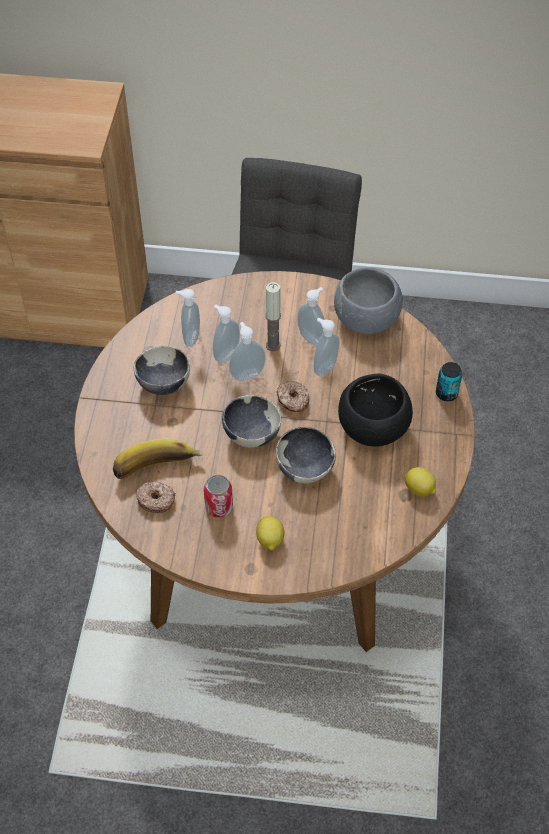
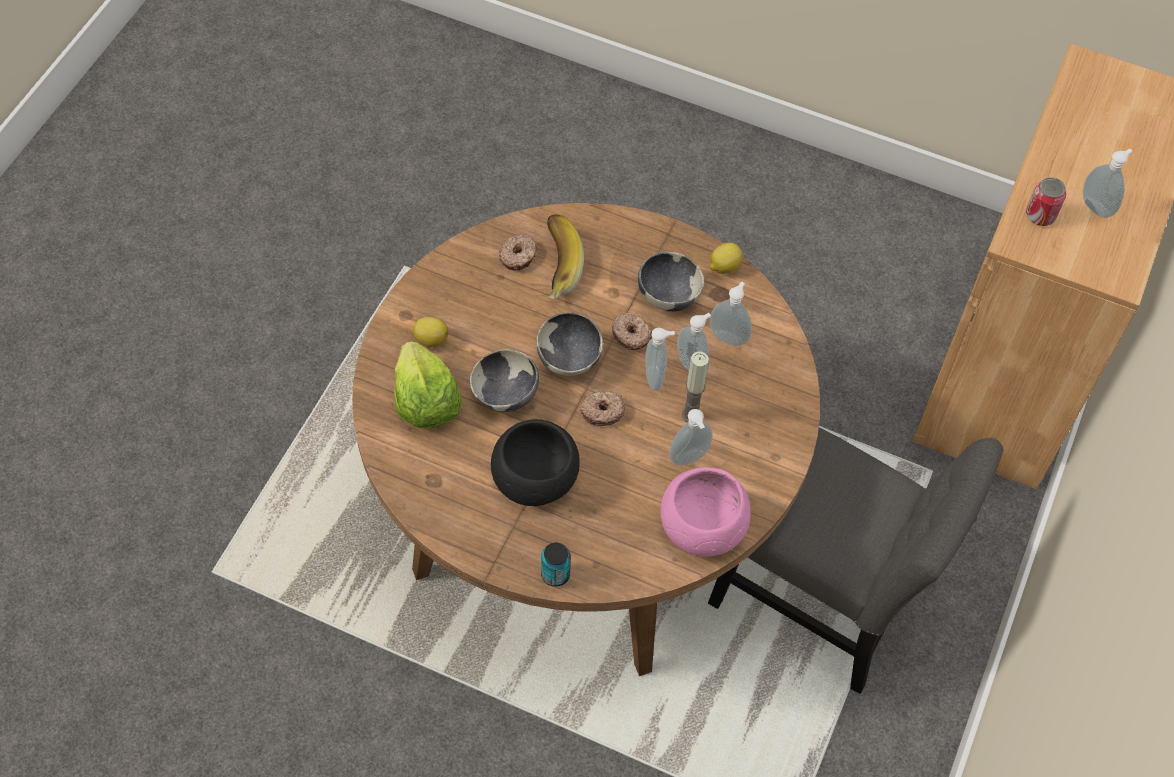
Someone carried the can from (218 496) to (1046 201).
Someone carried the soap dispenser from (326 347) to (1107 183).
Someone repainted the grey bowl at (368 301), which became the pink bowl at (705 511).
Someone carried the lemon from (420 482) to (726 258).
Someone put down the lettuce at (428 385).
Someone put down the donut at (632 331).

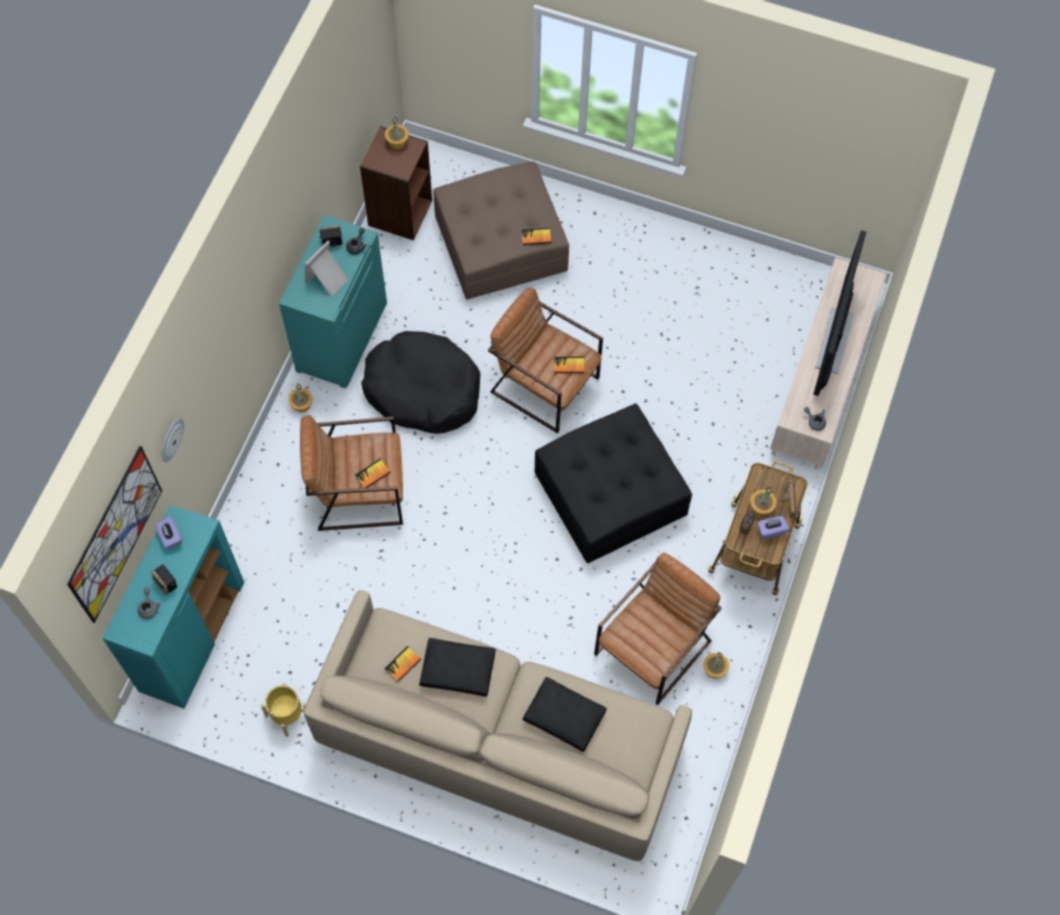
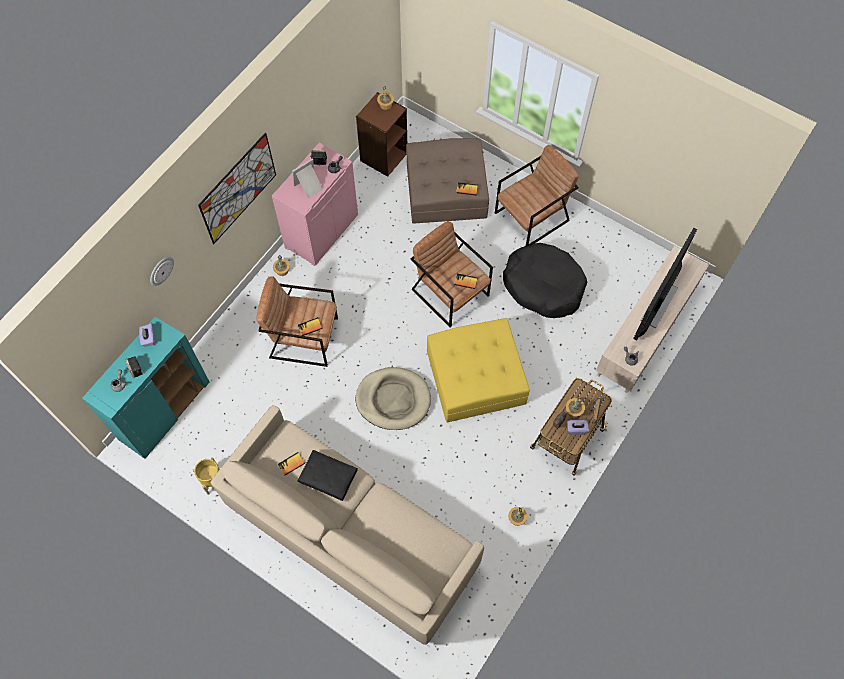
Someone carried the picture from (114 534) to (237 188).
Someone repainted the turquoise cabinet at (333 301), which became the pink cabinet at (315 204).
Someone carried the black dog bed from (421 382) to (545 280).
Someone took away the black pillow at (565 714).
Someone repainted the black ottoman at (613 483), which became the yellow ottoman at (478 370).
Someone carried the brown armchair from (658 629) to (537 196).
Someone put down the beige dog bed at (393 398).

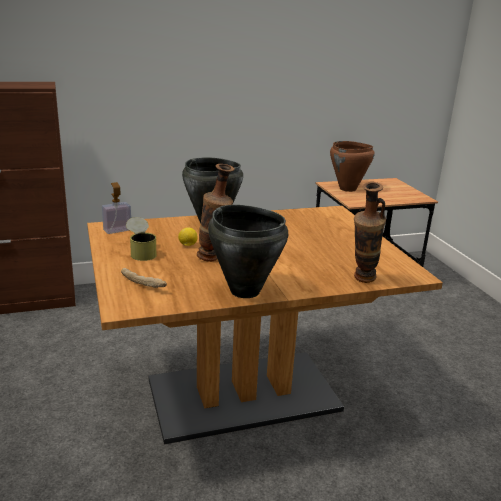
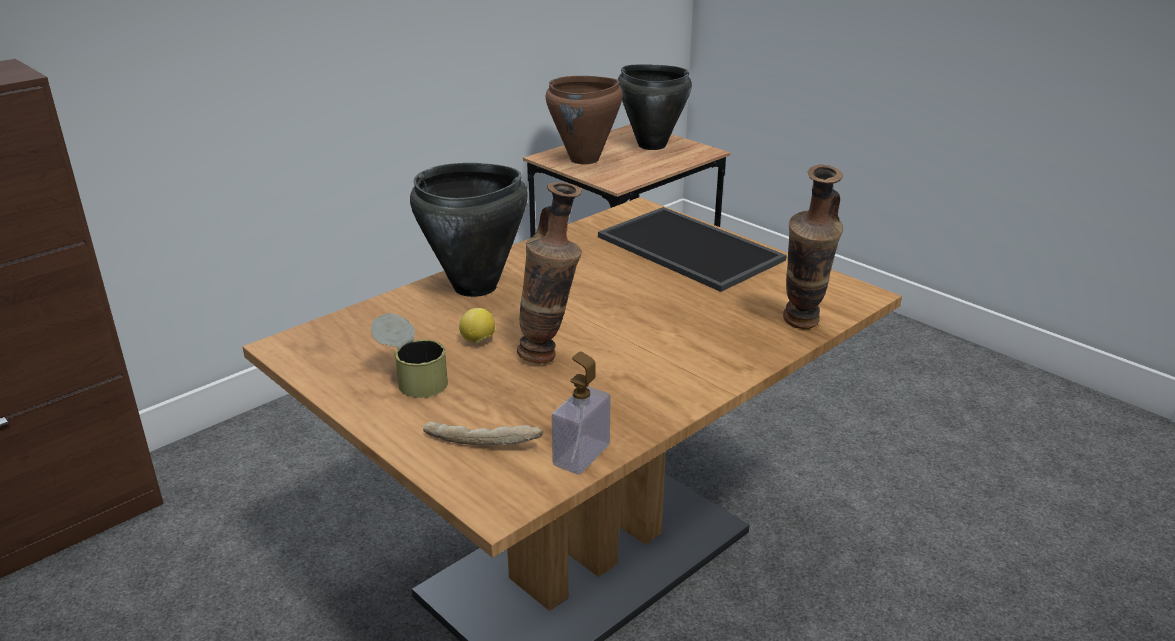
Someone carried the soap dispenser from (116 208) to (581 413).
Someone carried the black cooking pot from (248 251) to (655 107).
Someone put down the tray at (692 249).

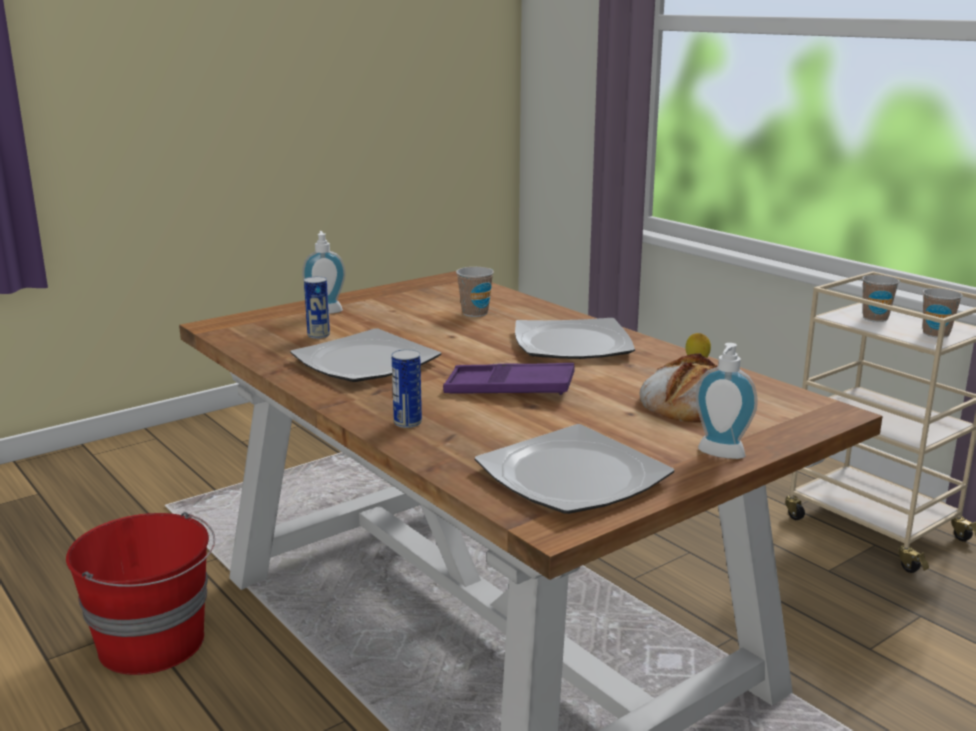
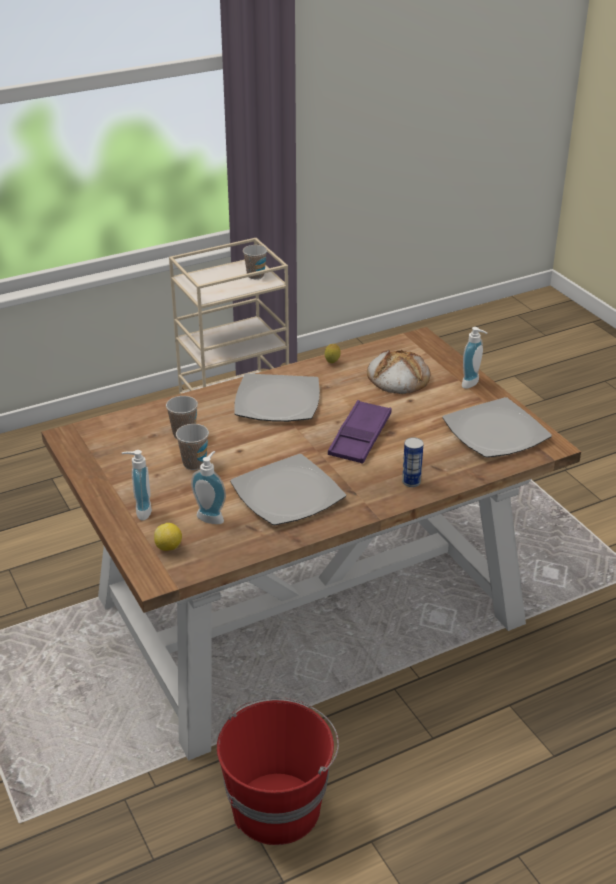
Someone swapped the can at (317 307) for the soap dispenser at (208 487).
Someone carried the cup from (881 298) to (192 447).
Someone put down the lemon at (168 537).

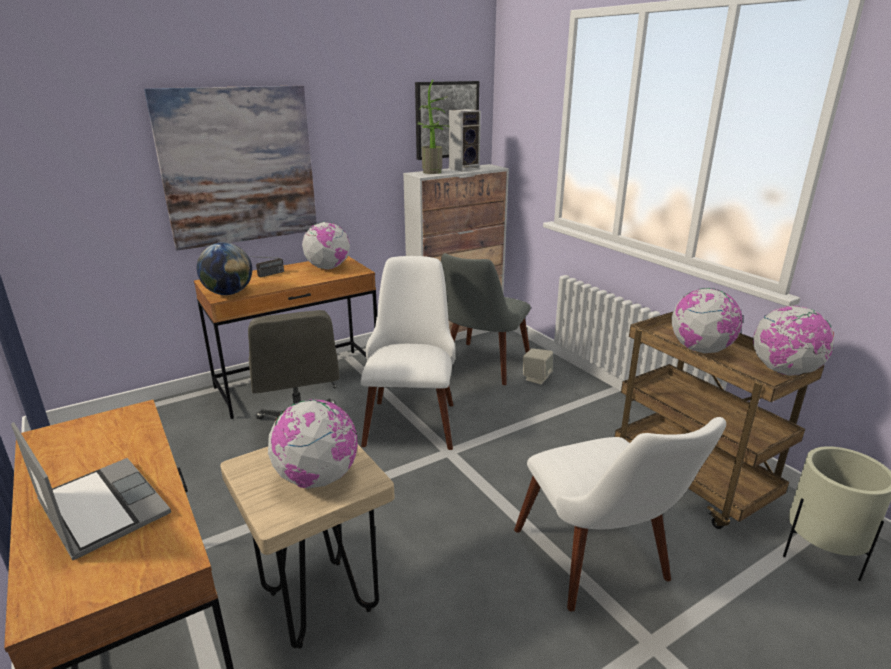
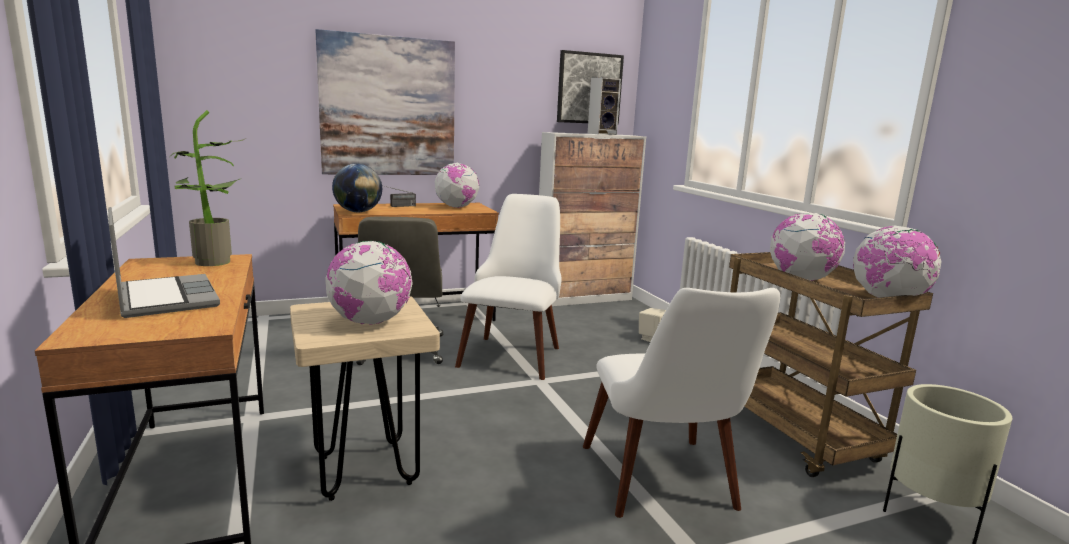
Someone carried the potted plant from (433 126) to (209 188).
Someone took away the grey chair at (486 319).

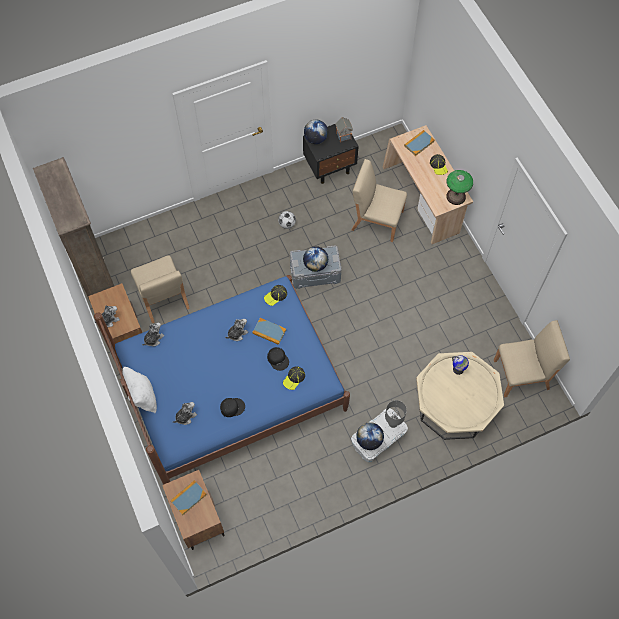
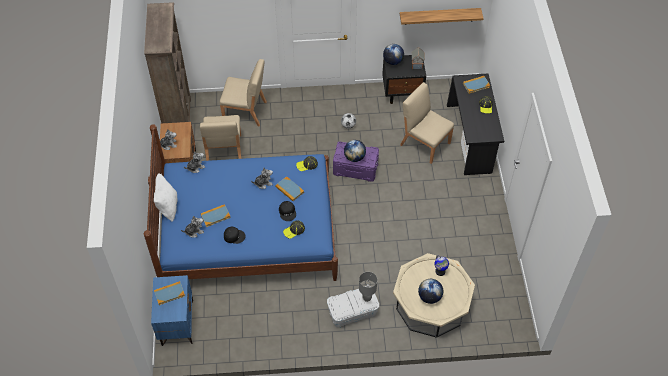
Someone repainted the brown nightstand at (193 510), which became the blue nightstand at (172 310).
Someone repainted the grey storage box at (315 267), which became the purple storage box at (356 162).
Someone carried the globe from (370 436) to (430 291).
Someone repainted the beige desk at (427 184), which became the black desk at (475 124).
Someone took away the table lamp at (459 187).
Someone carried the beige chair from (532 359) to (243 93).
Someone put down the book at (216 215).
Someone put up the shelf at (442 16).

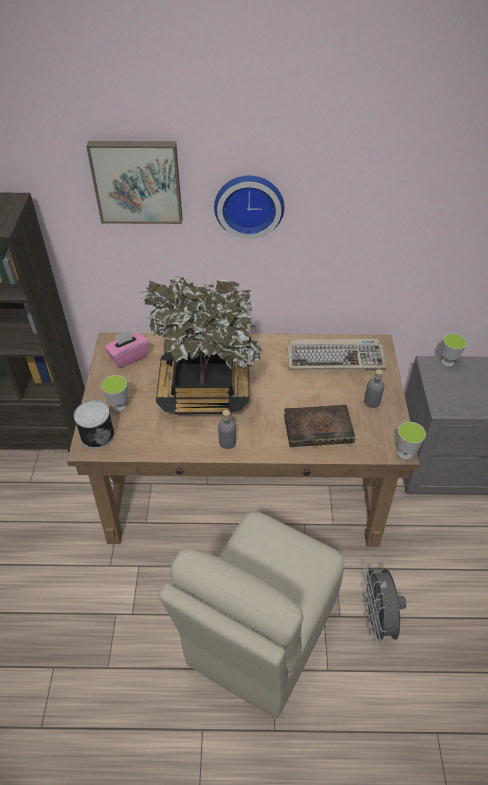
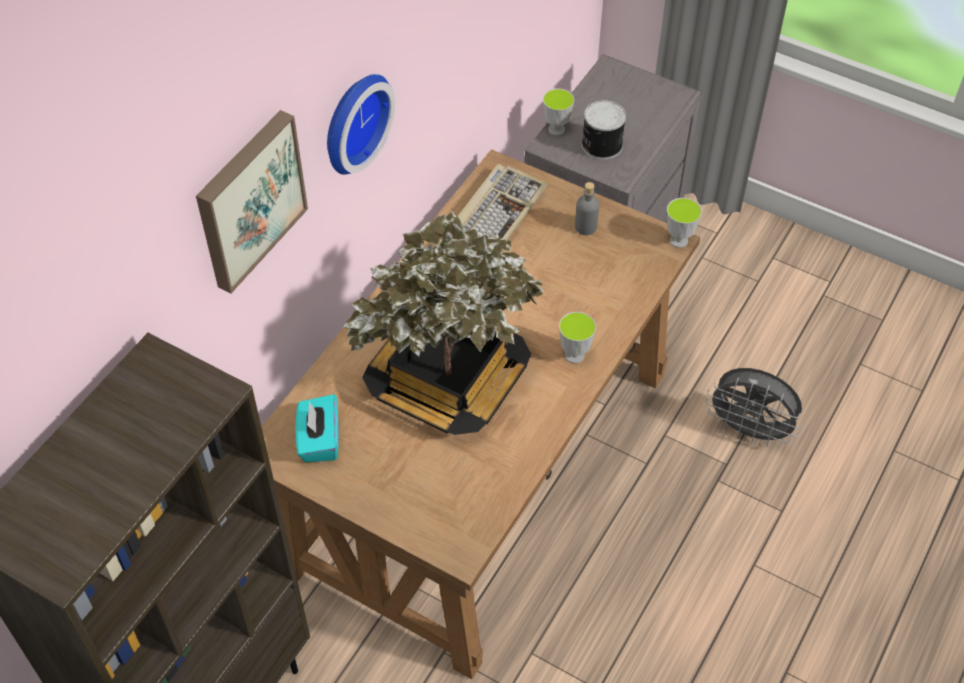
Someone carried the can from (94 424) to (604 130).
Someone carried the cup from (114 393) to (577 337).
Someone repainted the pink tissue box at (126 348), which became the turquoise tissue box at (317 428).
Someone took away the beige chair at (251 615).
Someone took away the grey bottle at (227 429).
Someone took away the book at (319 426).

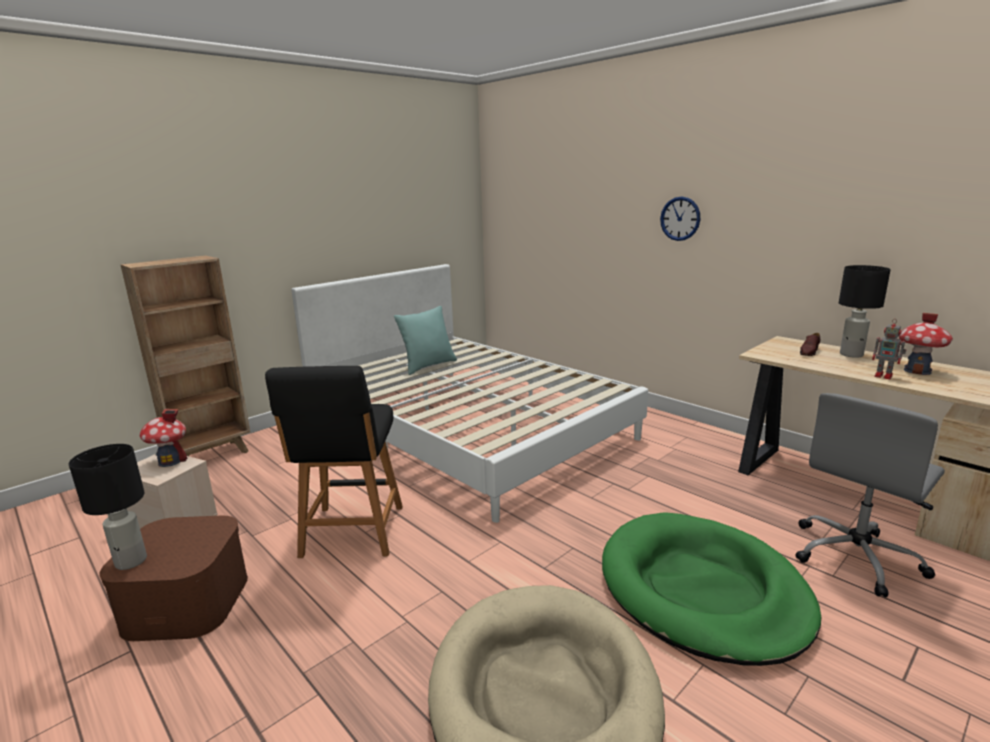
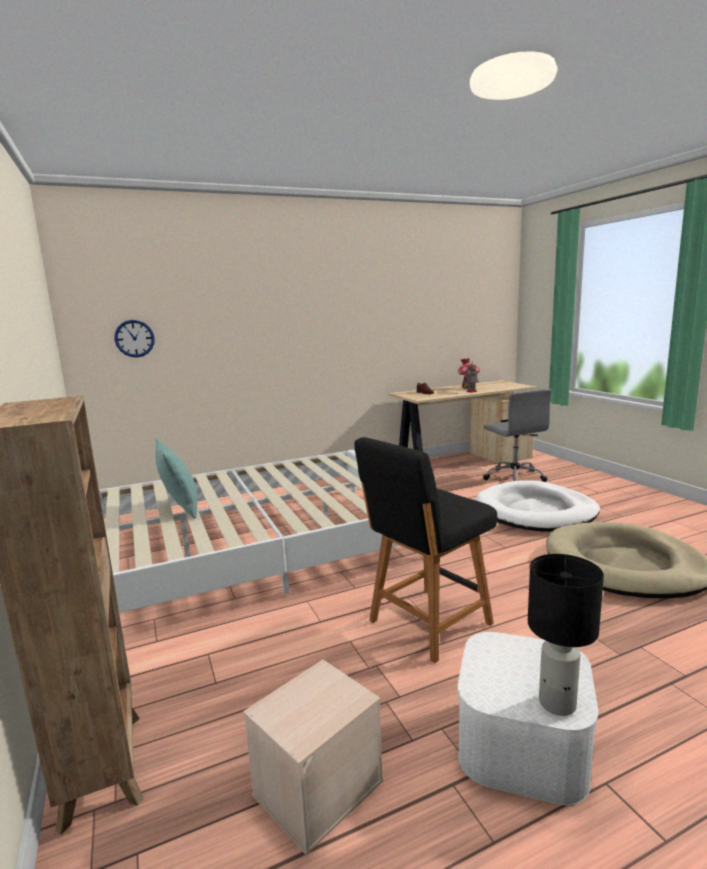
Someone repainted the brown storage box at (173 578), which became the white storage box at (528 718).
Someone took away the toy house at (163 438).
Someone rotated the black chair at (334 462) by 120 degrees clockwise.
Someone repainted the green dog bed at (711 589), which became the white dog bed at (538 505).
Someone carried the wall clock from (680 219) to (135 338).
Someone took away the black table lamp at (865 311).

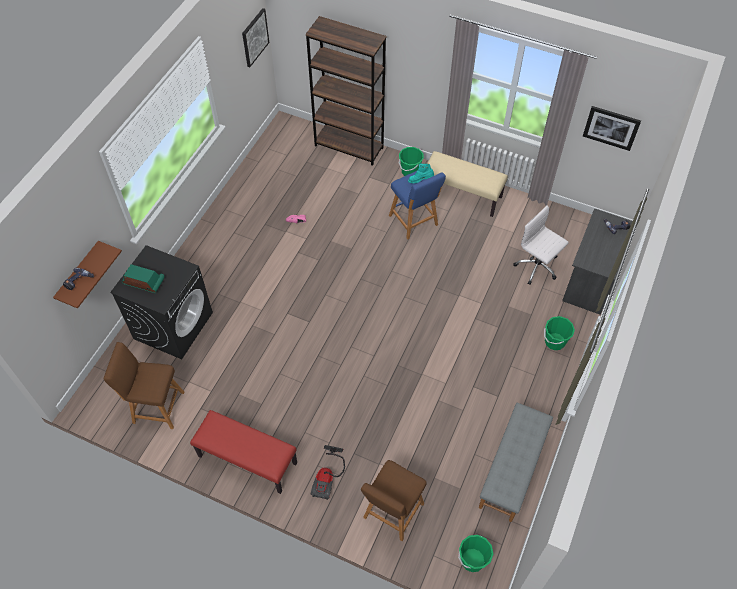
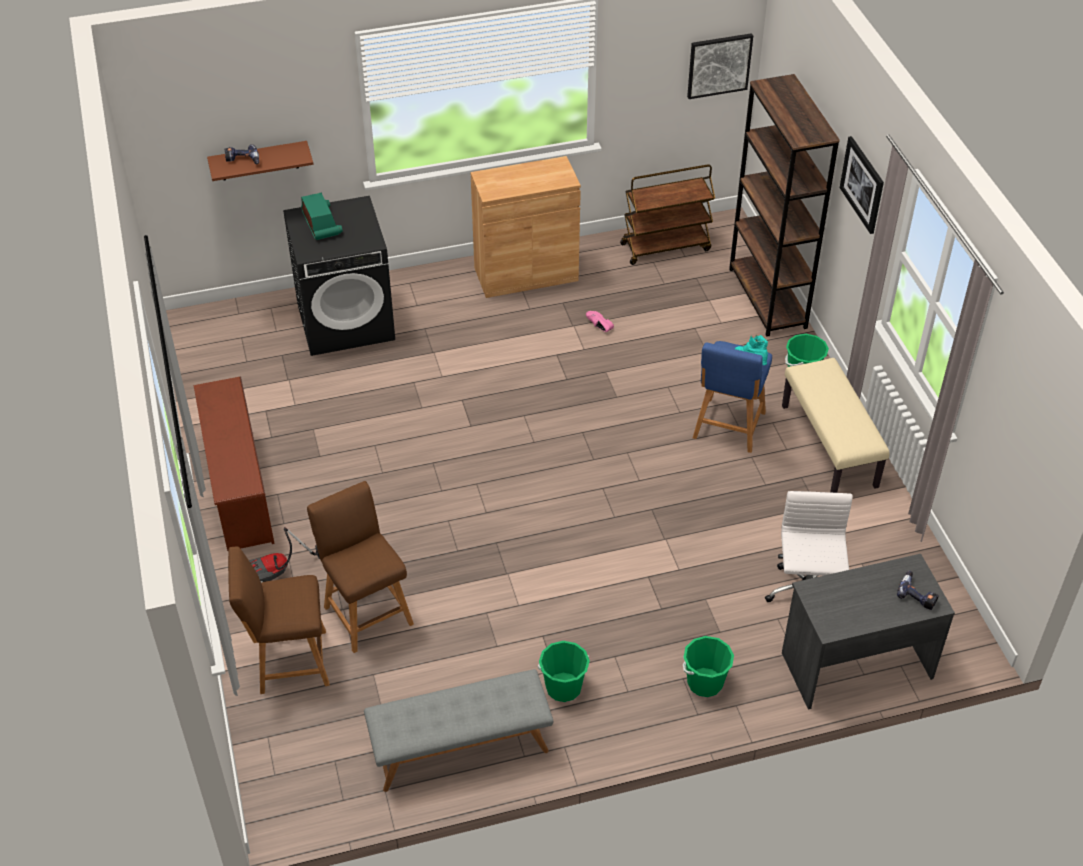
Someone carried the brown stool from (143 385) to (360 567).
Someone swapped the red bench at (243 452) for the brown shoe rack at (234 463).
Someone carried the green bucket from (475 553) to (564 671).
Someone carried the picture from (612 128) to (862 185).
Someone put down the brown cabinet at (526 227).
Someone put down the brown cart at (667 214).

